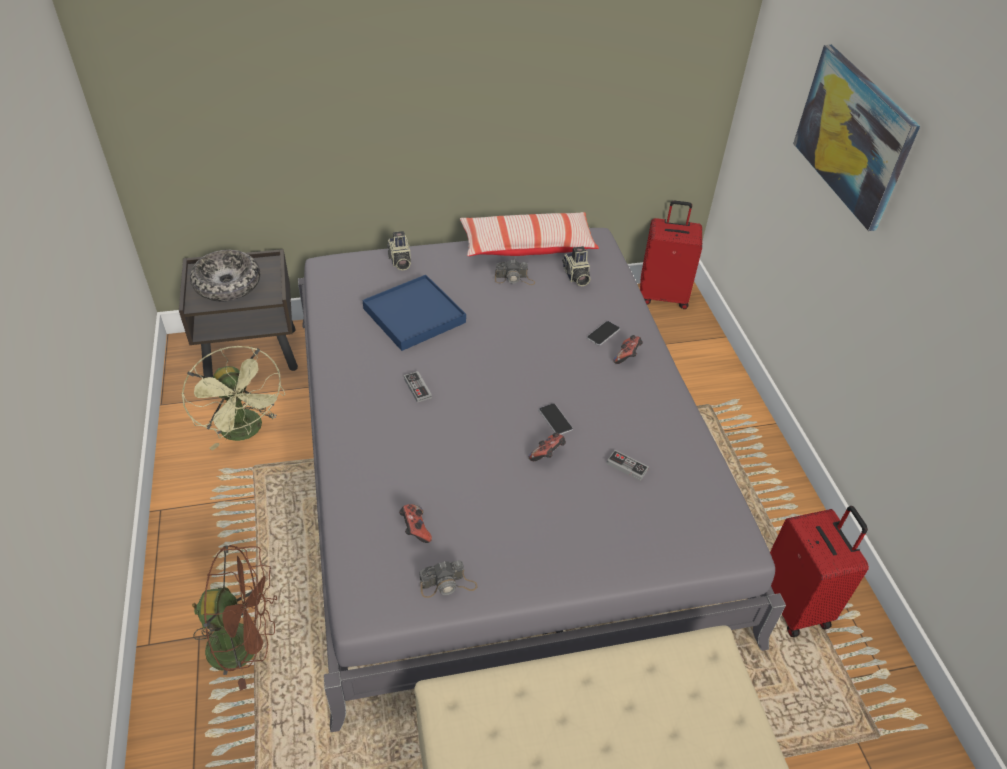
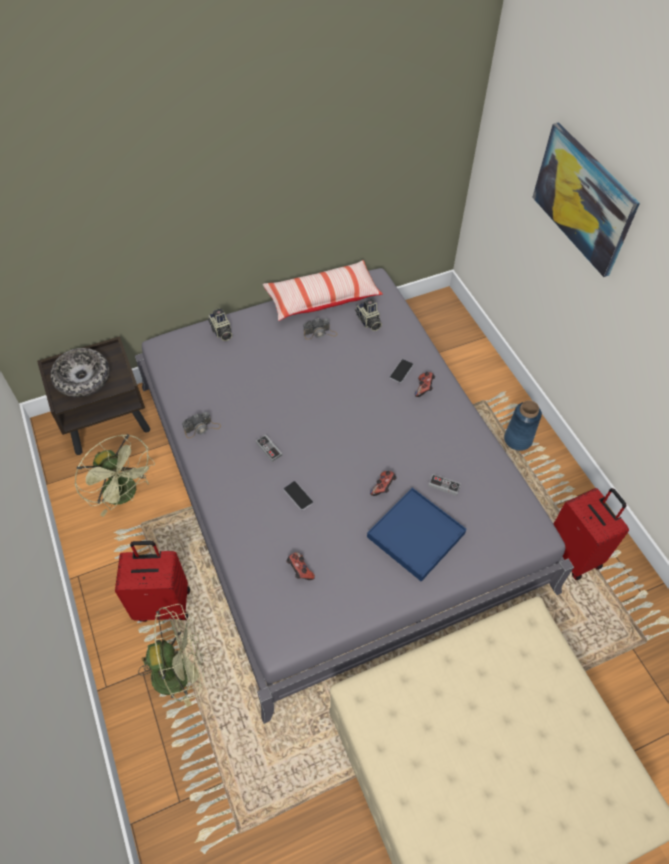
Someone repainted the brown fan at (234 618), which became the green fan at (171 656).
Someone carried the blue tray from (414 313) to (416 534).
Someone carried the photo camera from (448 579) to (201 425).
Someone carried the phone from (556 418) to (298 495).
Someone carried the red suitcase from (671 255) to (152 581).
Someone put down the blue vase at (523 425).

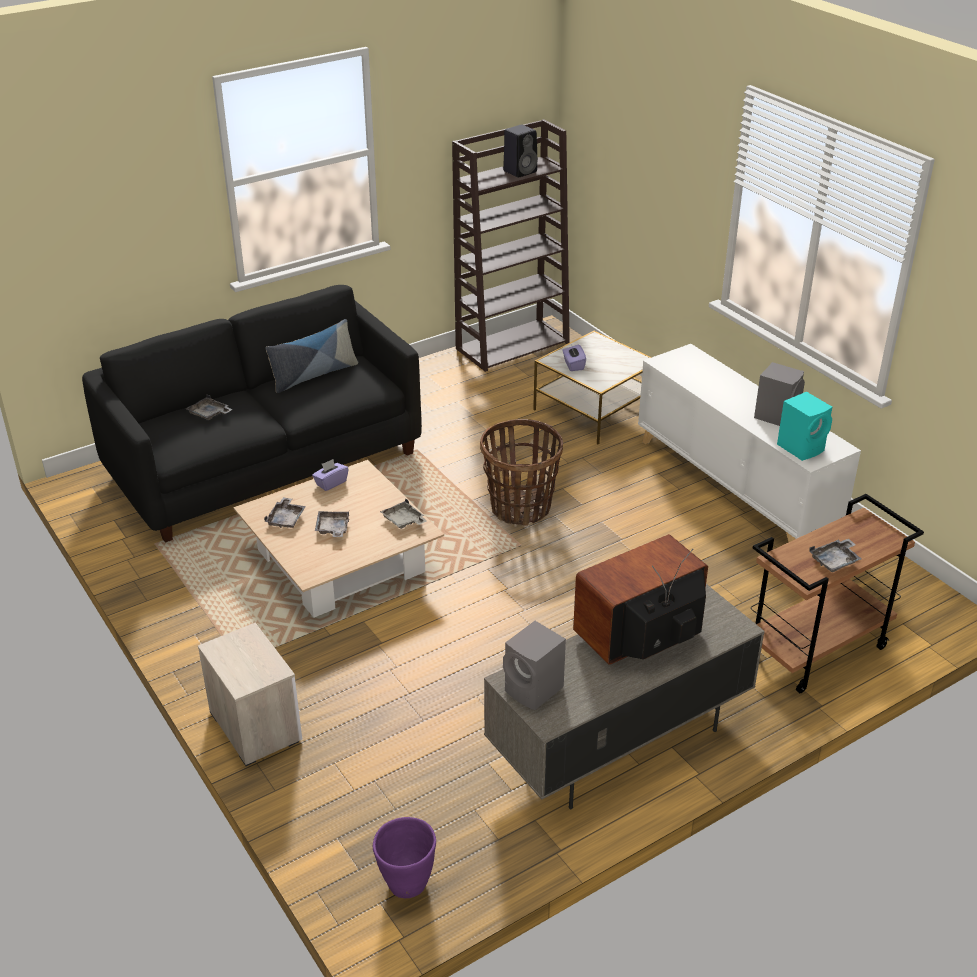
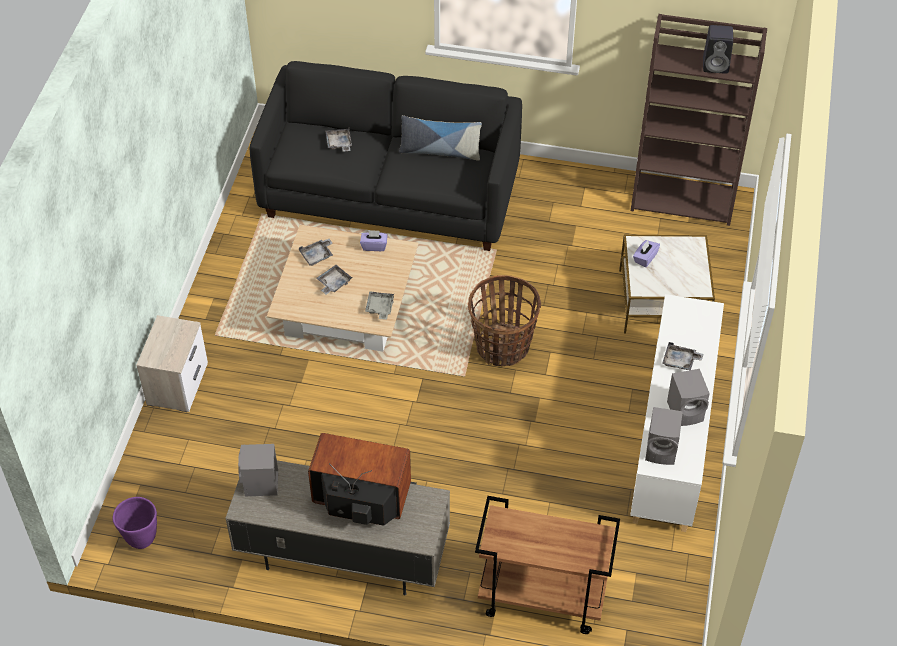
Someone repainted the turquoise speaker at (804 426), which became the grey speaker at (664 436).
Someone carried the grey tray from (835 555) to (683 356).

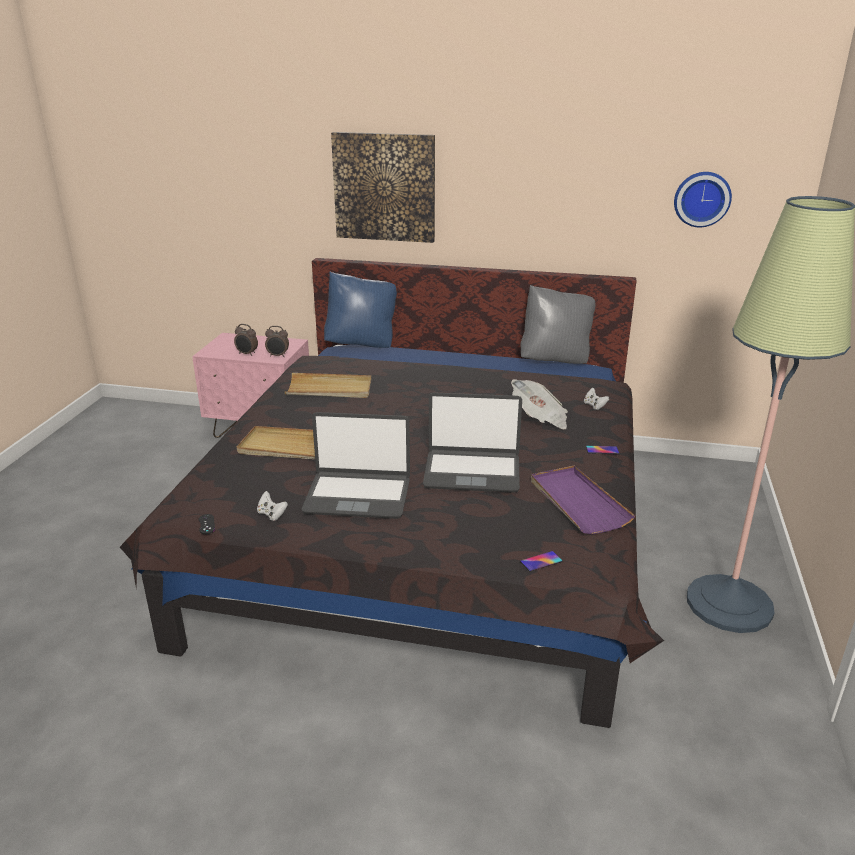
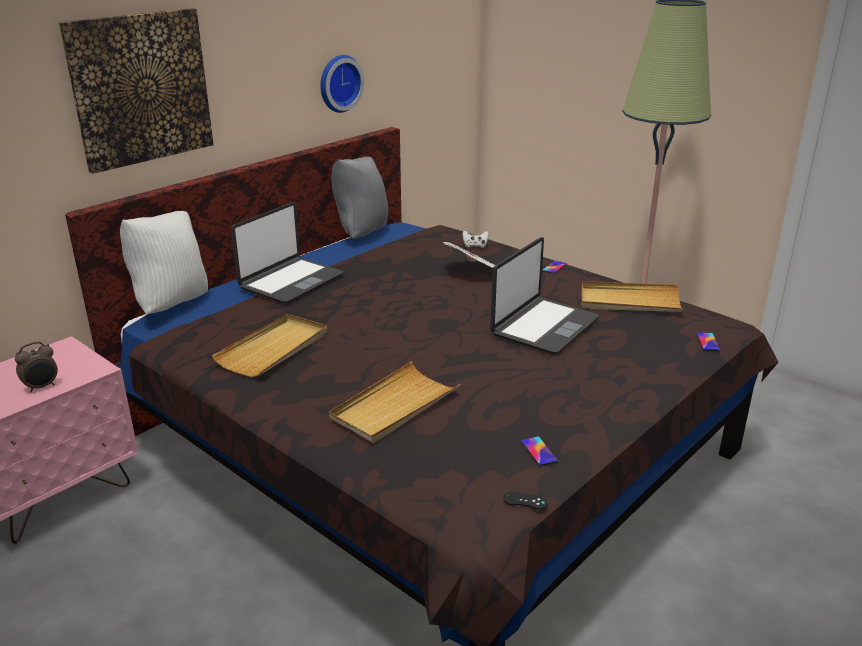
Someone swapped the white game controller at (272 506) for the phone at (539 451).
Someone took away the alarm clock at (277 341).
Someone carried the laptop from (356 465) to (287 253).
Someone repainted the blue pillow at (360 310), which became the white pillow at (164 262).
Someone repainted the purple tray at (583 500), which became the beige tray at (633 296).
Someone carried the wall clock from (703 199) to (342 84).

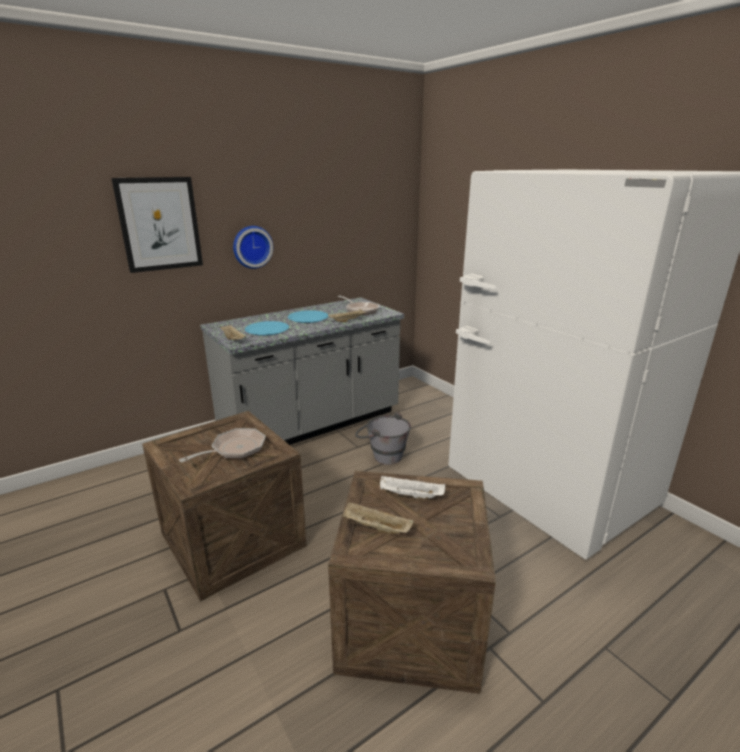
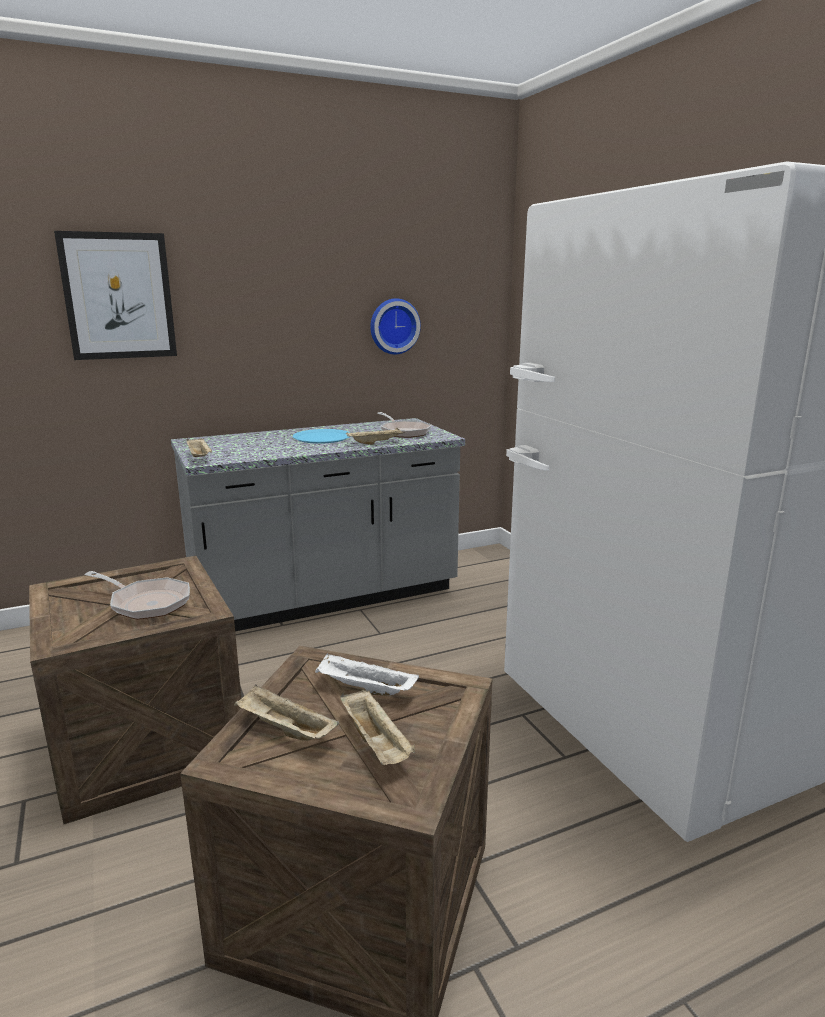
Someone rotated the frying pan at (222 445) by 60 degrees clockwise.
Someone carried the wall clock from (253 247) to (395 326).
Someone took away the blue plate at (267 328).
Someone took away the grey bucket at (383 438).
Someone put down the beige tray at (377 727).

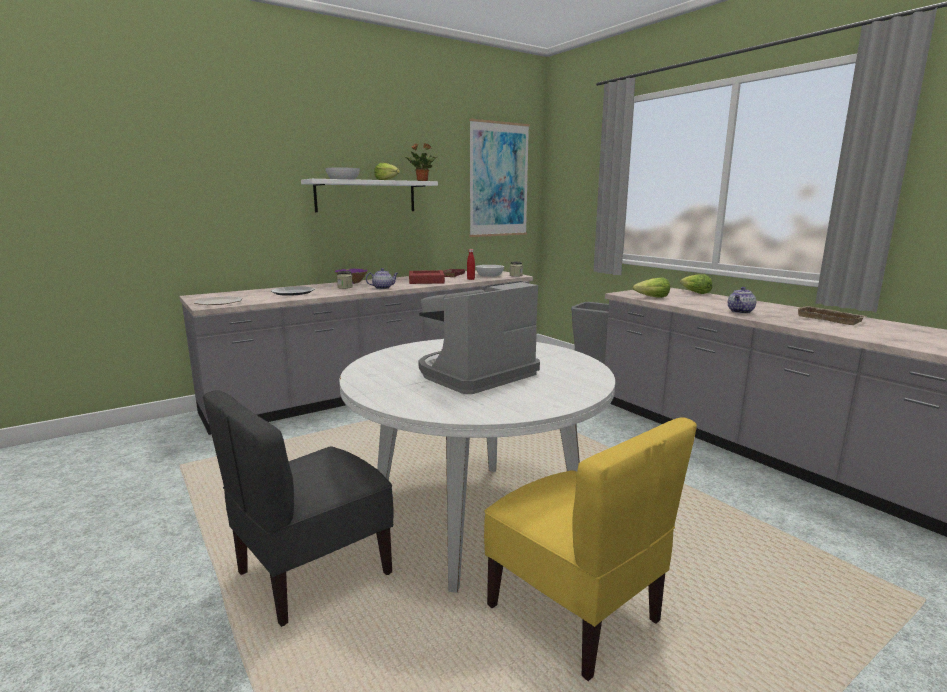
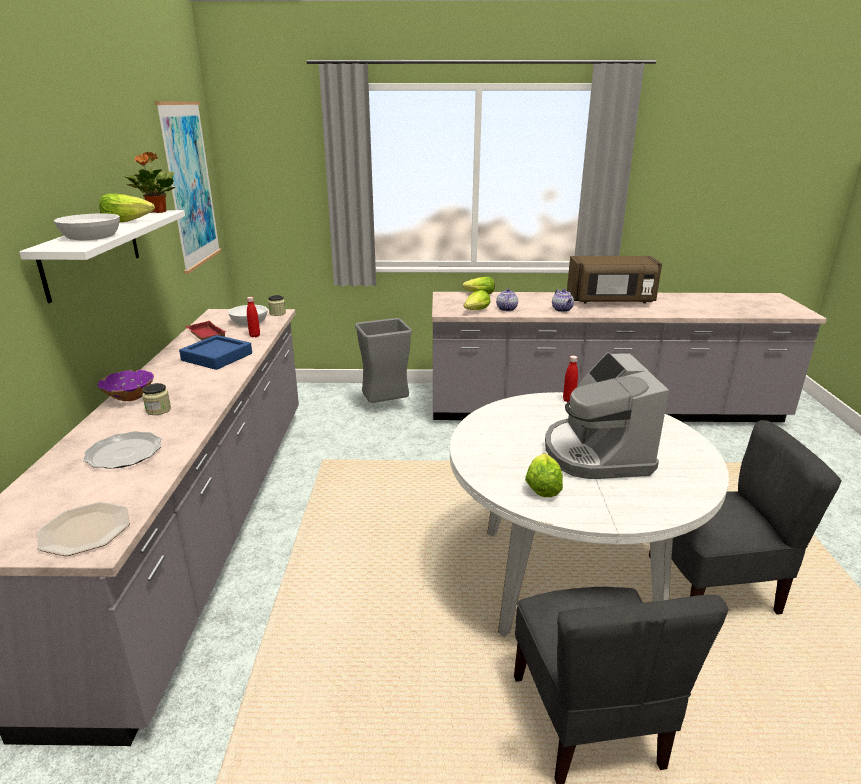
Someone carried the teapot from (382 278) to (507 300).
Someone repainted the red tray at (427 277), which became the blue tray at (215 352).
Someone repainted the yellow chair at (590 549), which became the grey chair at (745 517).
Someone swapped the beige tray at (832 315) for the brown microwave at (614 279).
Someone put down the lettuce at (544 475).
Someone put down the red bottle at (570 379).

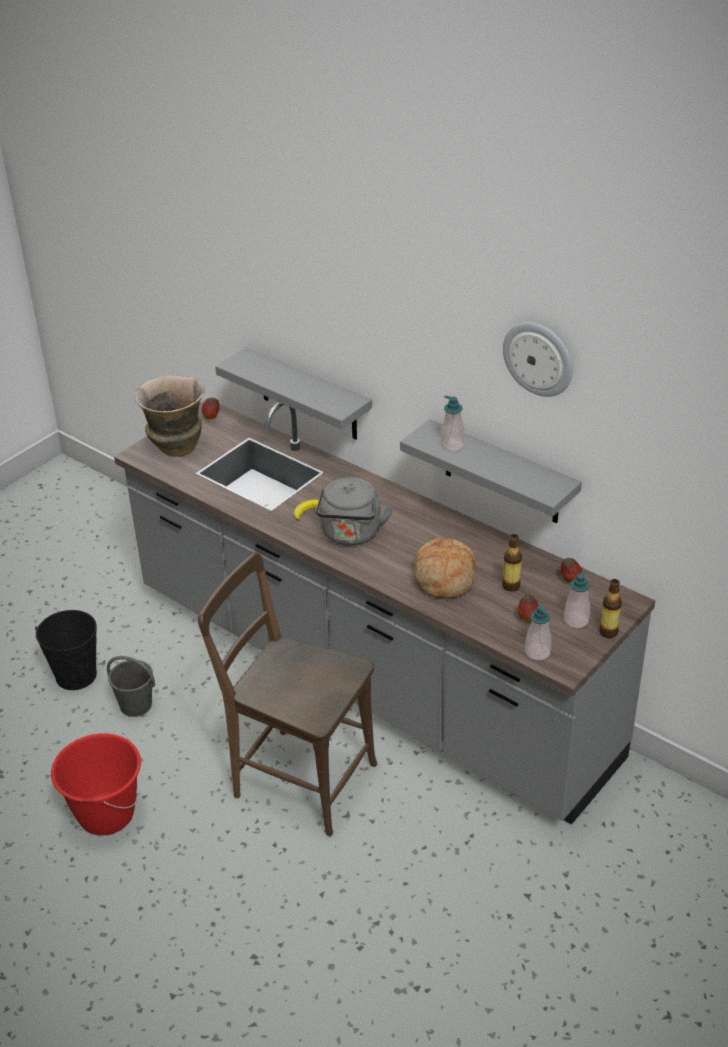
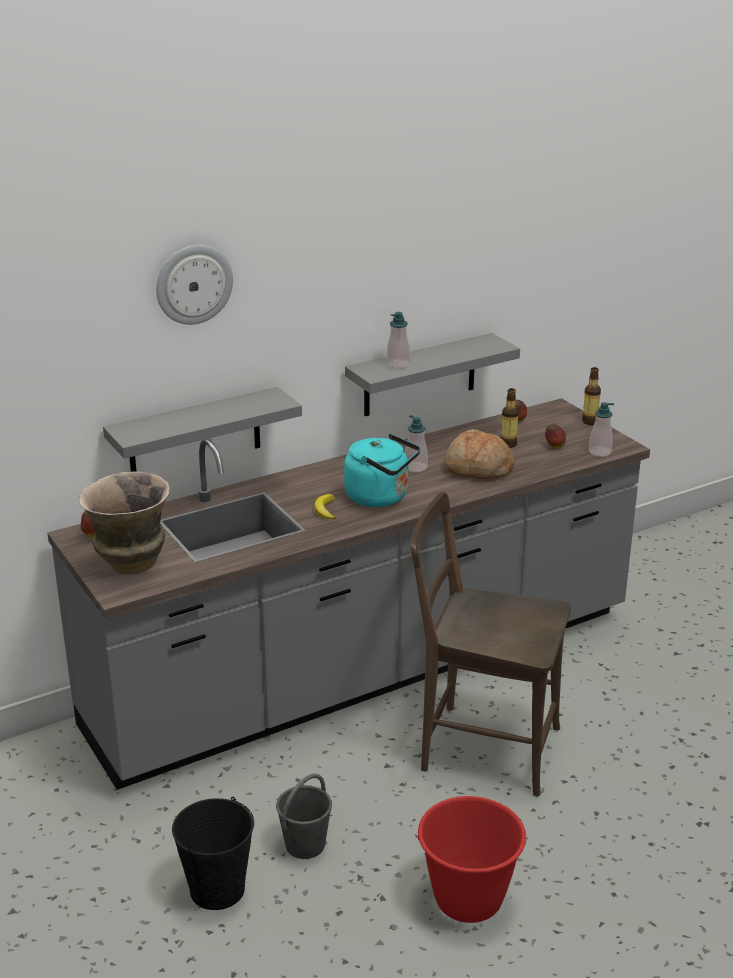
Someone rotated the brown chair at (287 694) by 60 degrees clockwise.
Someone repainted the grey kettle at (355 511), which became the turquoise kettle at (382 470).
Someone carried the wall clock from (538 359) to (194 285).
Someone carried the soap dispenser from (577 599) to (416 444).

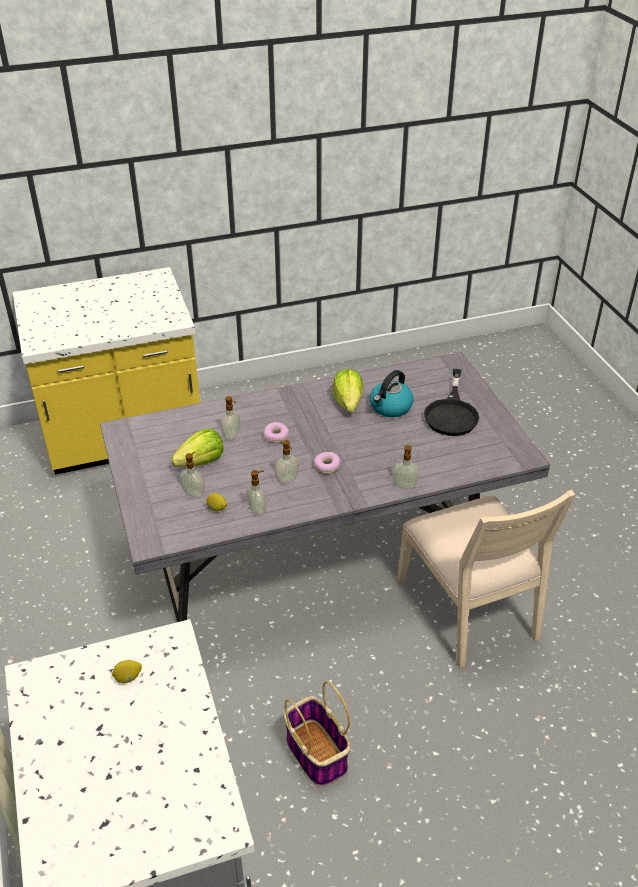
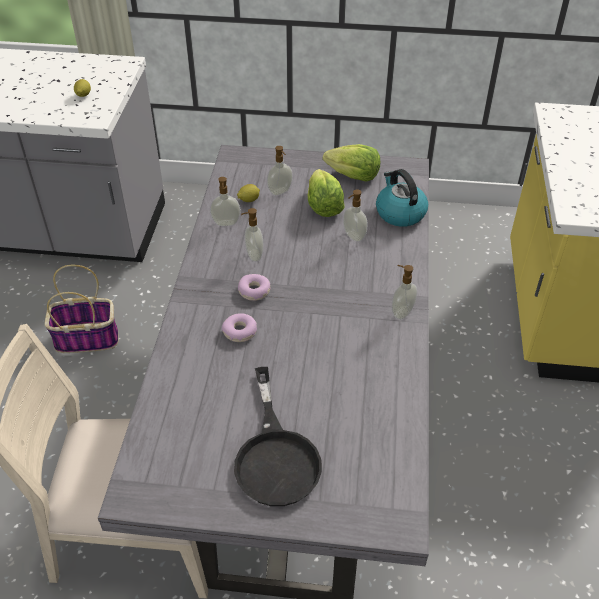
Someone carried the donut from (276 432) to (239 327).
Someone carried the lettuce from (348 390) to (351 162).
Someone carried the kettle from (392 393) to (402 198).
Someone carried the soap dispenser from (406 467) to (404 292).
Someone rotated the black frying pan at (451 402) by 135 degrees counterclockwise.

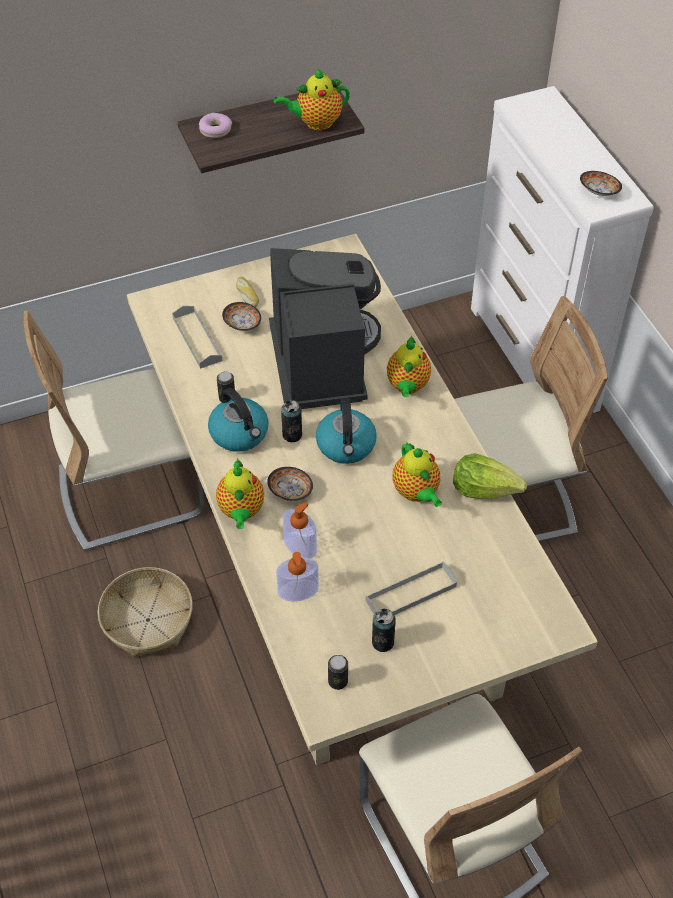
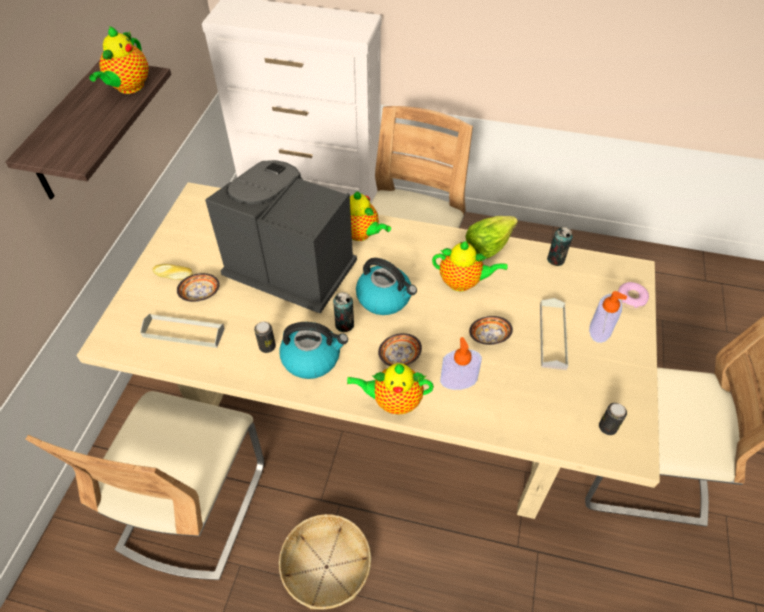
Someone carried the donut from (215 125) to (633 295).
Someone rotated the teapot at (240 493) by 150 degrees clockwise.
Someone carried the soap dispenser from (297 576) to (608 317).
Someone carried the can from (384 630) to (560 246).
Someone carried the bowl from (601 183) to (491 330).

